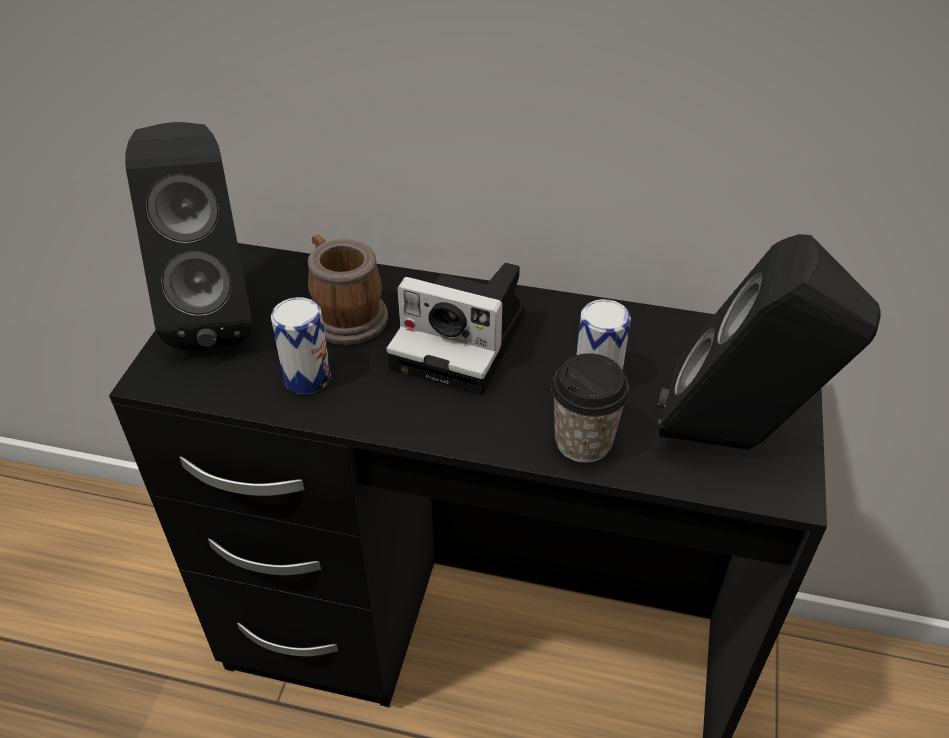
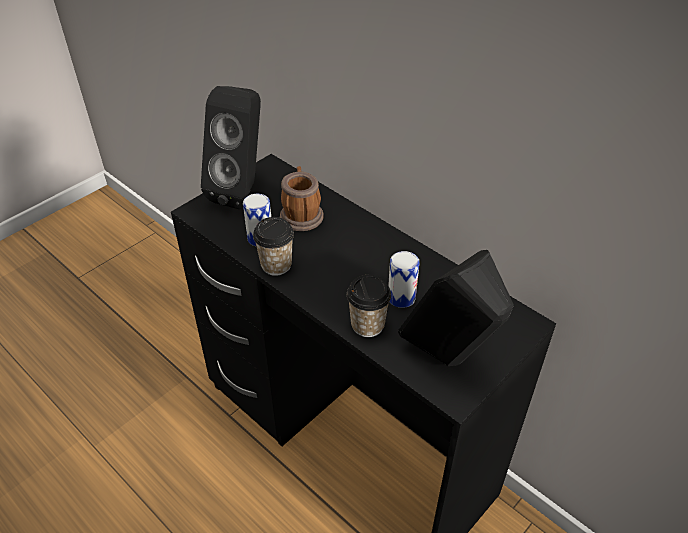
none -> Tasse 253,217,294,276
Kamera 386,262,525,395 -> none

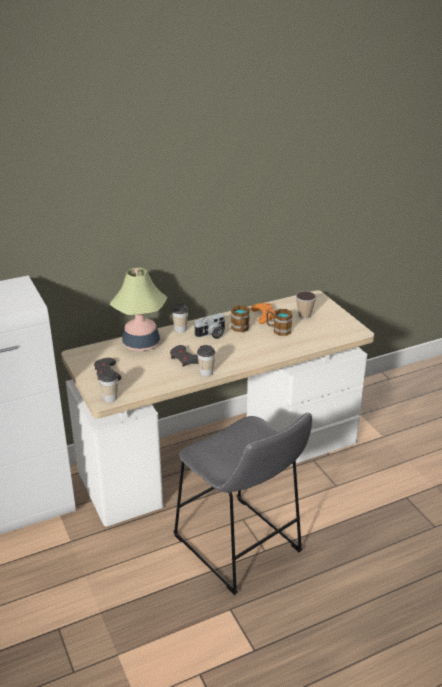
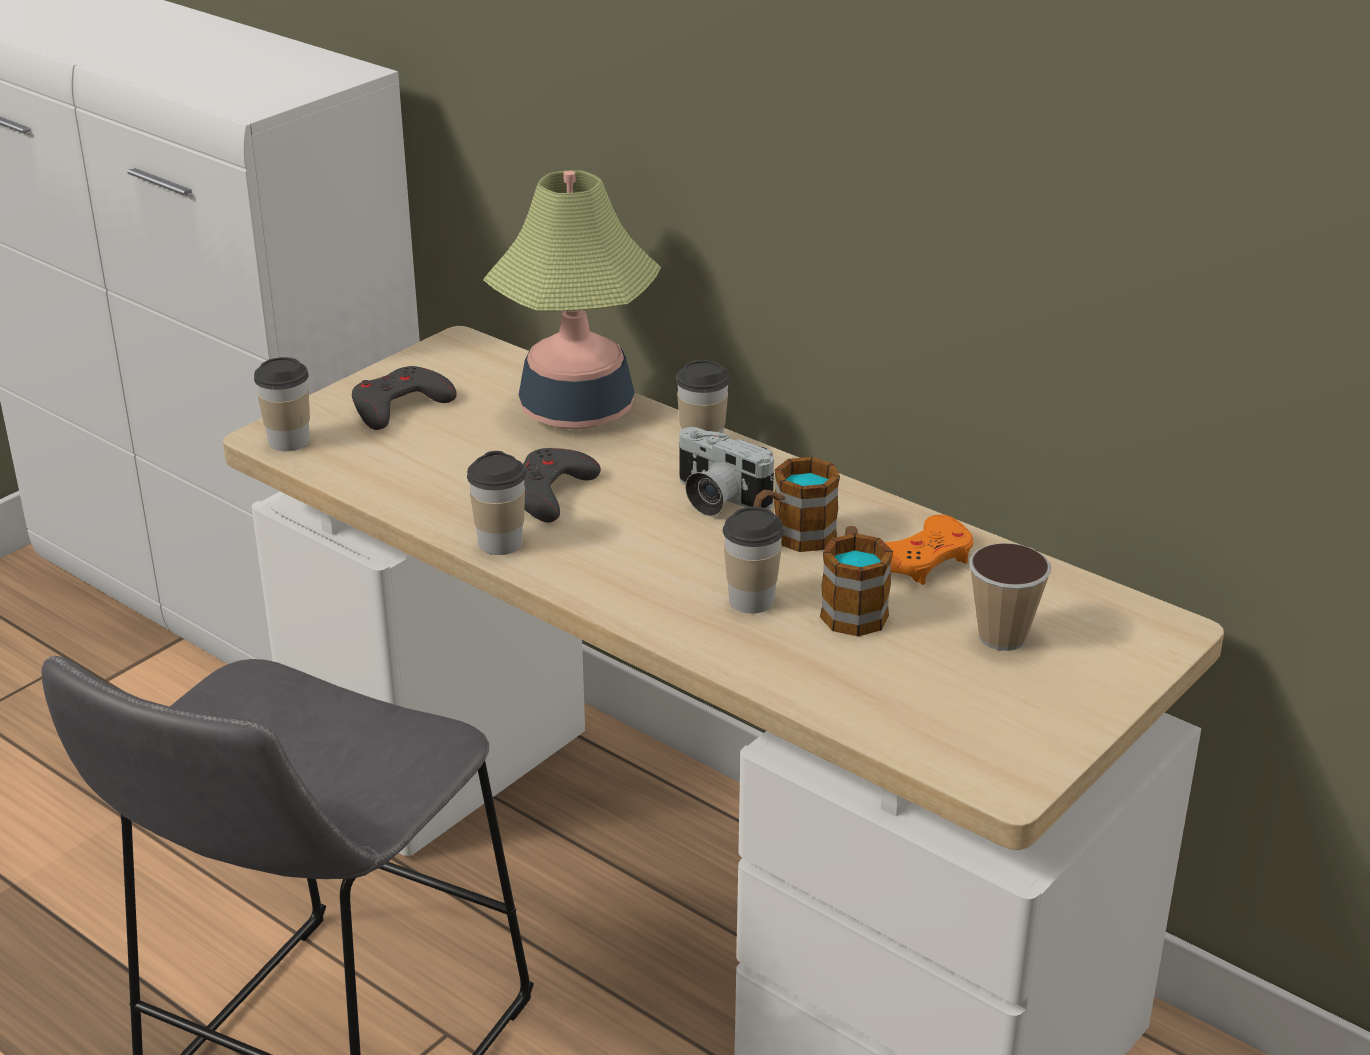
none -> Tasse 723,506,784,614

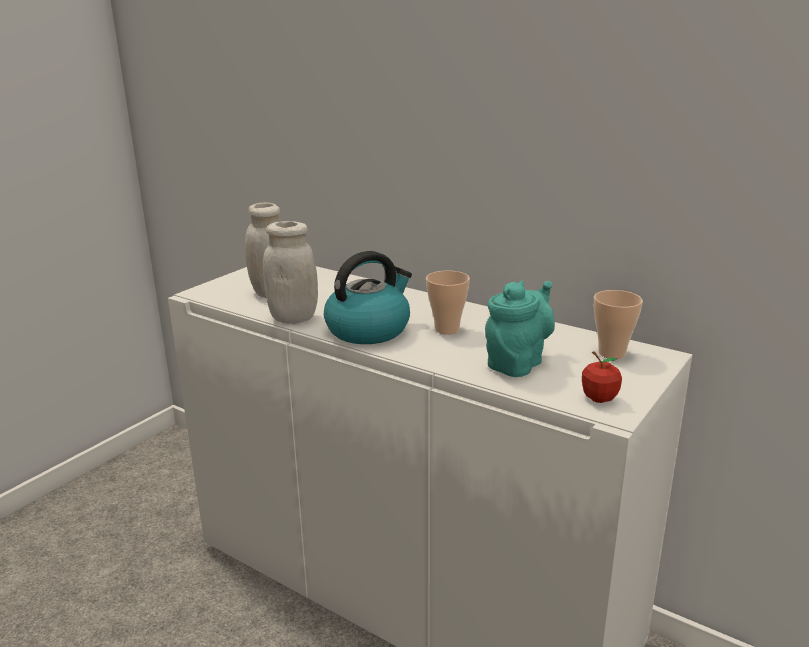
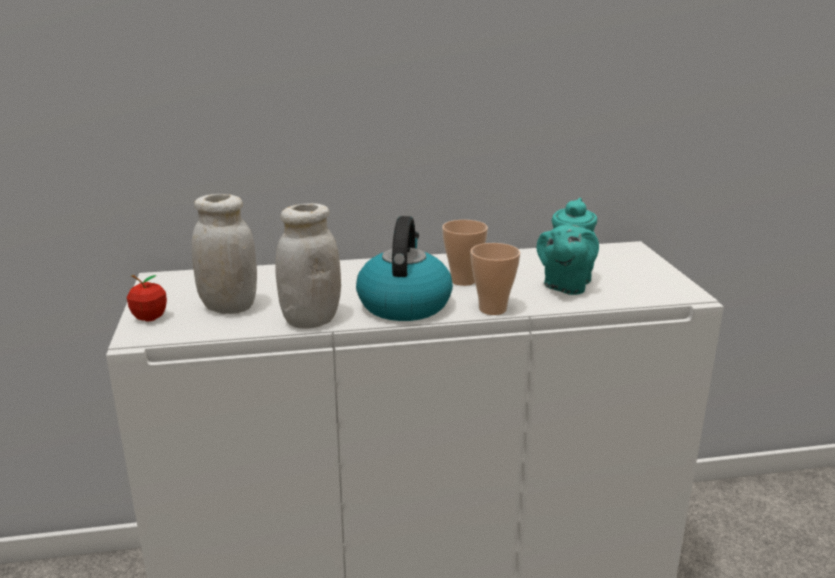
Apfel 582,352,622,403 -> Apfel 127,275,167,321, shifted
Tasse 594,290,643,359 -> Tasse 470,243,520,315, shifted
Teekanne (türkis) 485,280,555,377 -> Teekanne (türkis) 537,198,599,295, 150 degrees counterclockwise

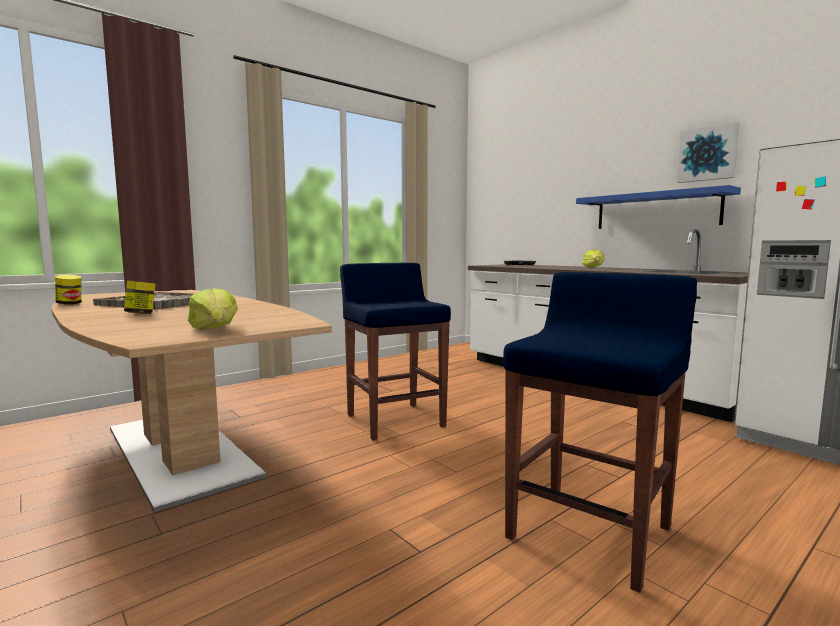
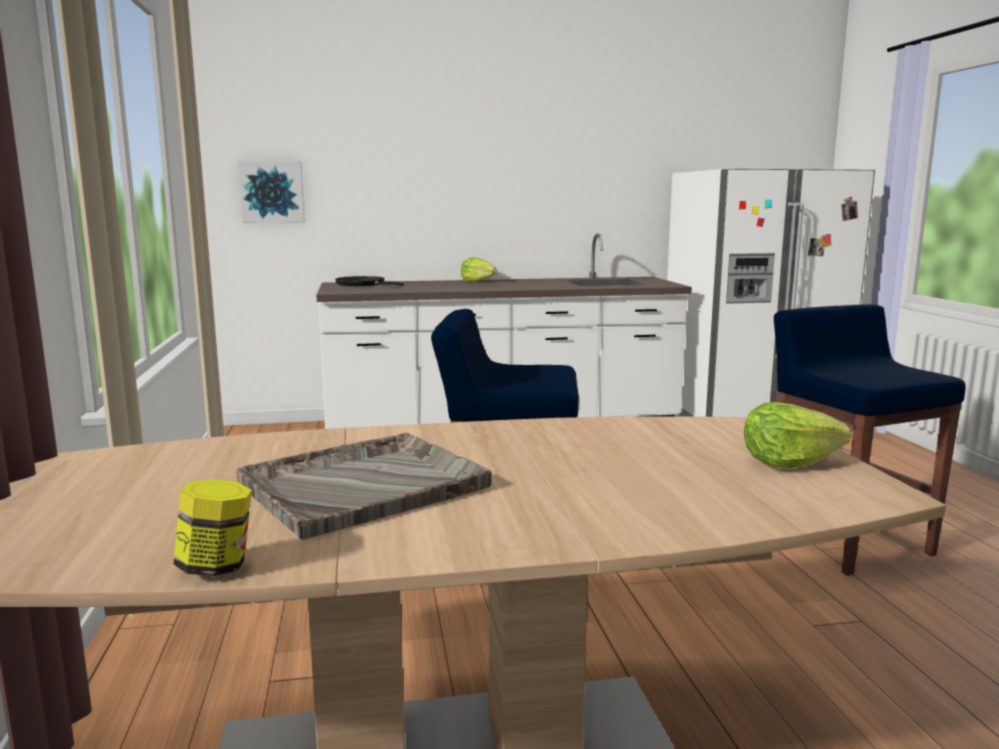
Bild 677,122,739,183 -> Bild 238,161,305,223, shifted
Vorratsglas 124,281,155,314 -> none
Wandregal (blau) 576,185,741,229 -> none

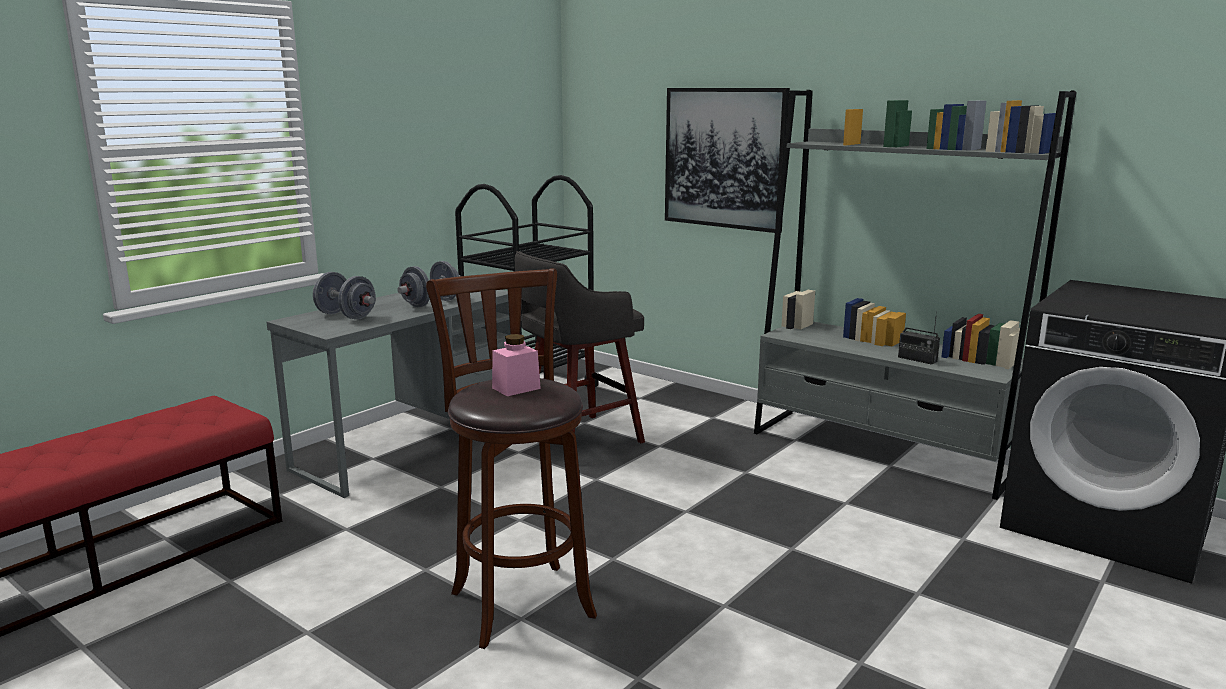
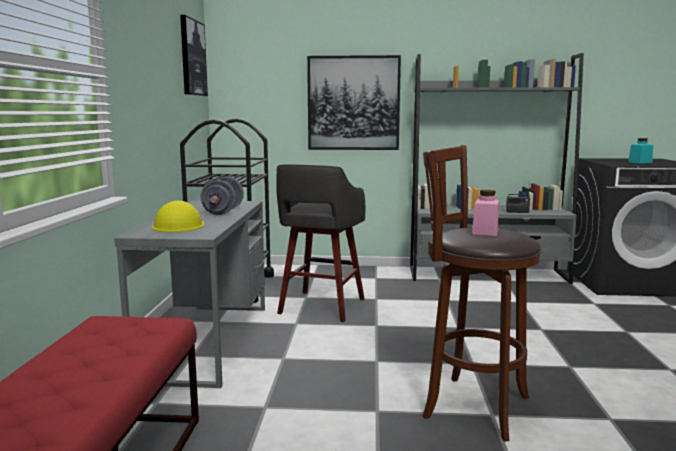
Hantel (grau) 313,272,376,319 -> Schutzhelm (gelb) 152,200,204,232
none -> Bild 180,15,208,96
none -> Vorratsglas (türkis) 628,138,653,163

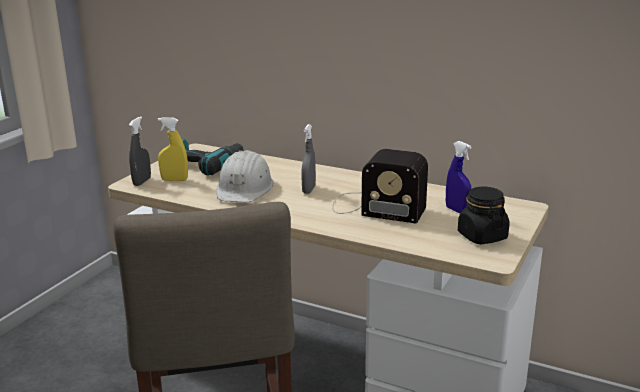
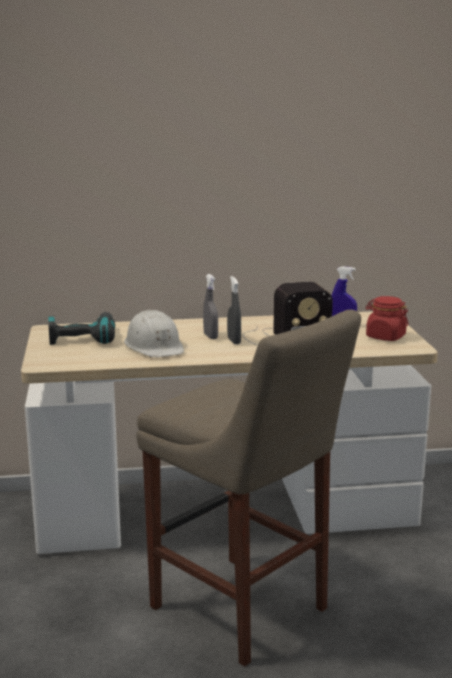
Sprühflasche (grau) 129,116,151,186 -> Sprühflasche (grau) 227,276,241,344, shifted
Vorratsglas (schwarz) 458,187,510,244 -> Vorratsglas (rot) 365,296,408,341
Sprühflasche (gelb) 158,117,188,181 -> none

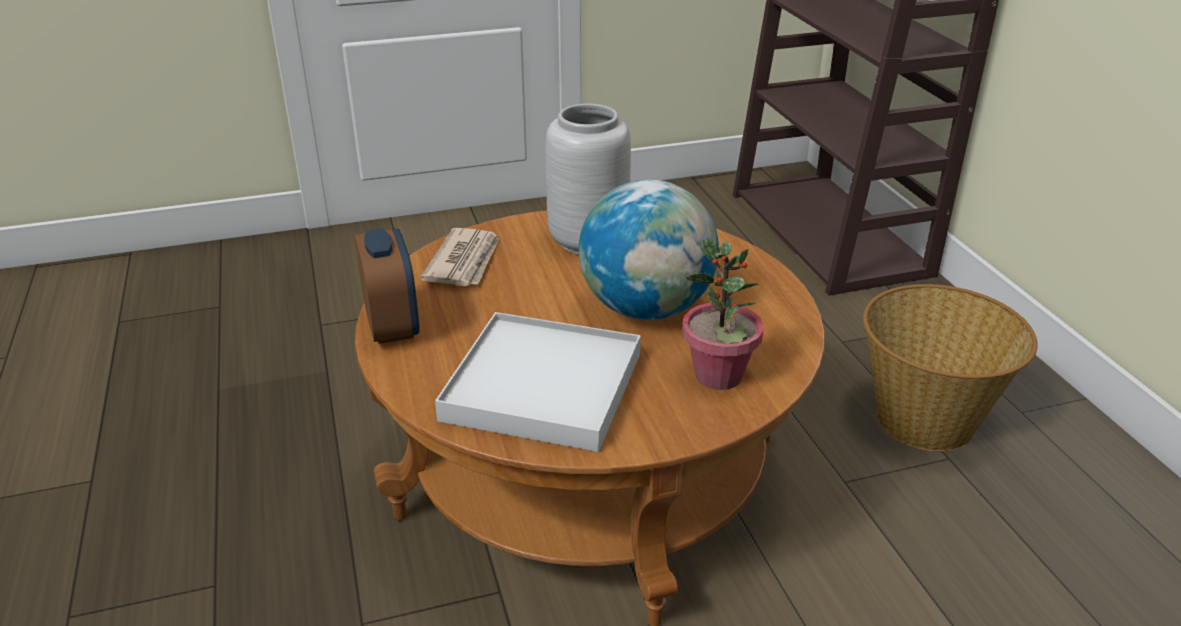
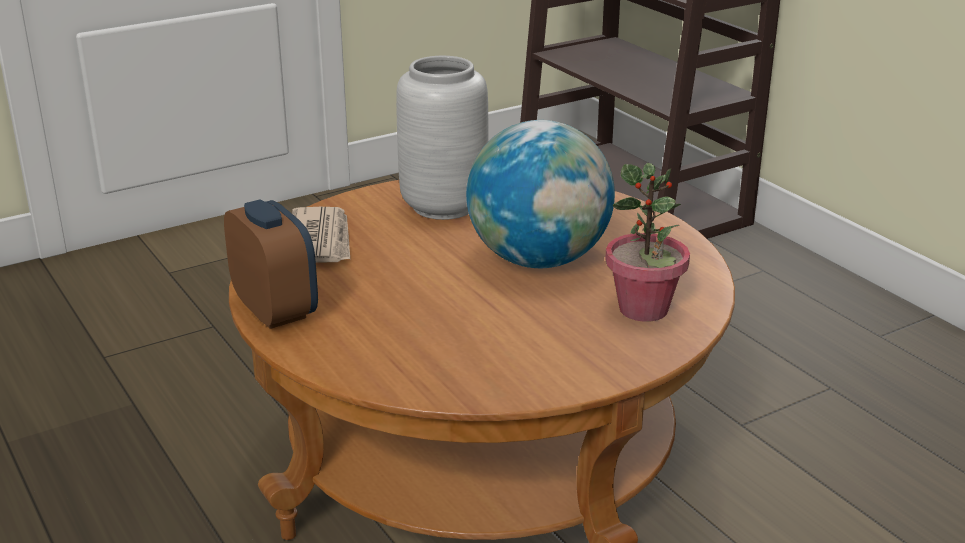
Tablett (weiß) 435,312,641,452 -> none
Korb 863,284,1038,452 -> none

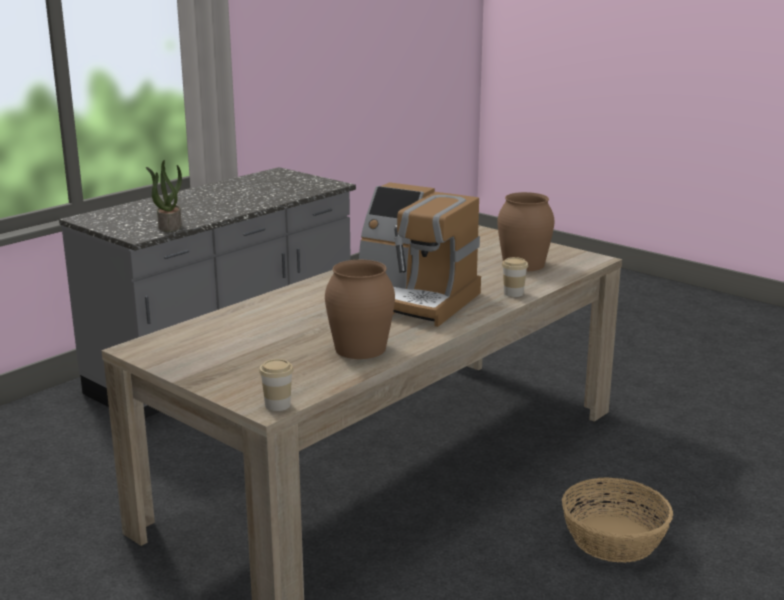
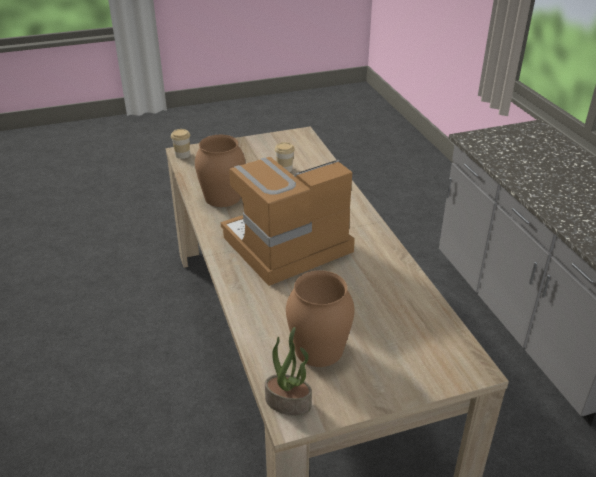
Topfpflanze 146,160,182,232 -> Topfpflanze 265,327,312,416, shifted
Tasse 502,257,528,297 -> Tasse 275,142,295,172, shifted
Korb 562,477,673,563 -> none

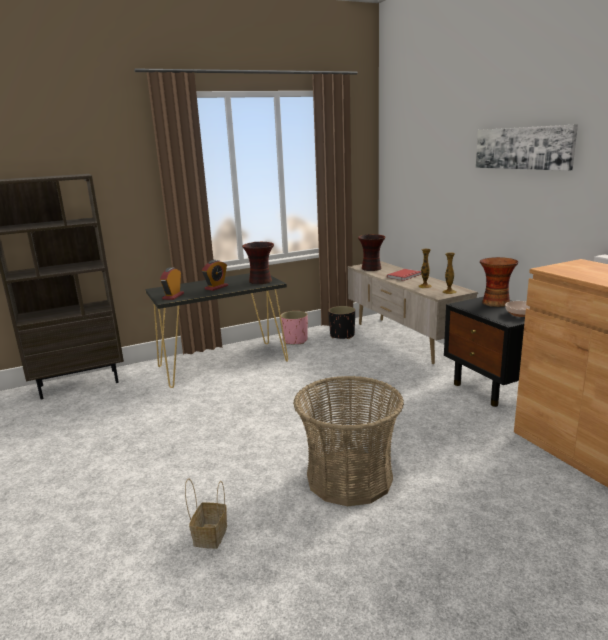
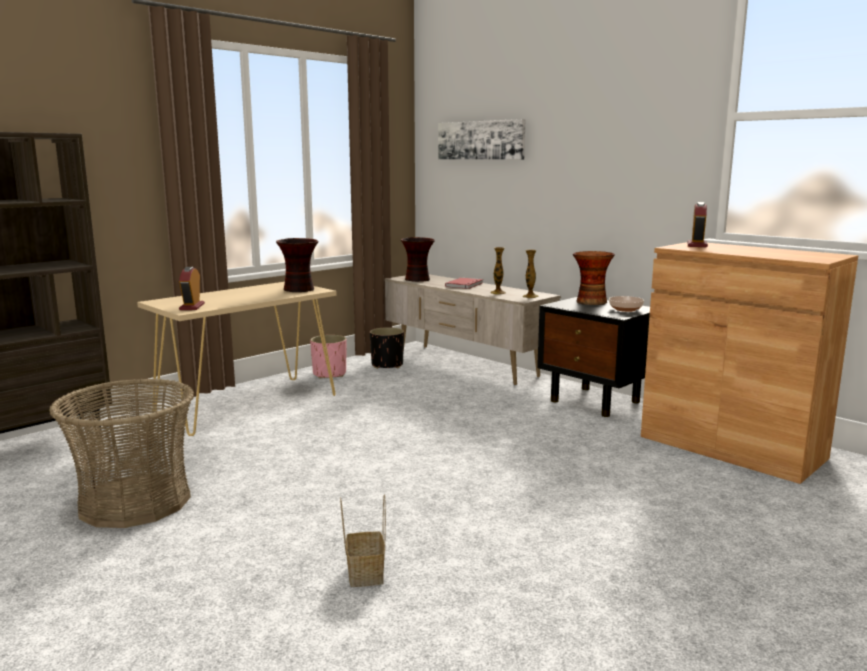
Korb 293,376,404,506 -> Korb 49,378,194,528, shifted
Konsolentisch (schwarz) 145,273,288,388 -> Konsolentisch (beige) 137,282,337,436
Bild 476,124,578,171 -> Bild 438,119,525,160, shifted
Wecker 202,260,228,291 -> Wecker 687,202,708,247, shifted

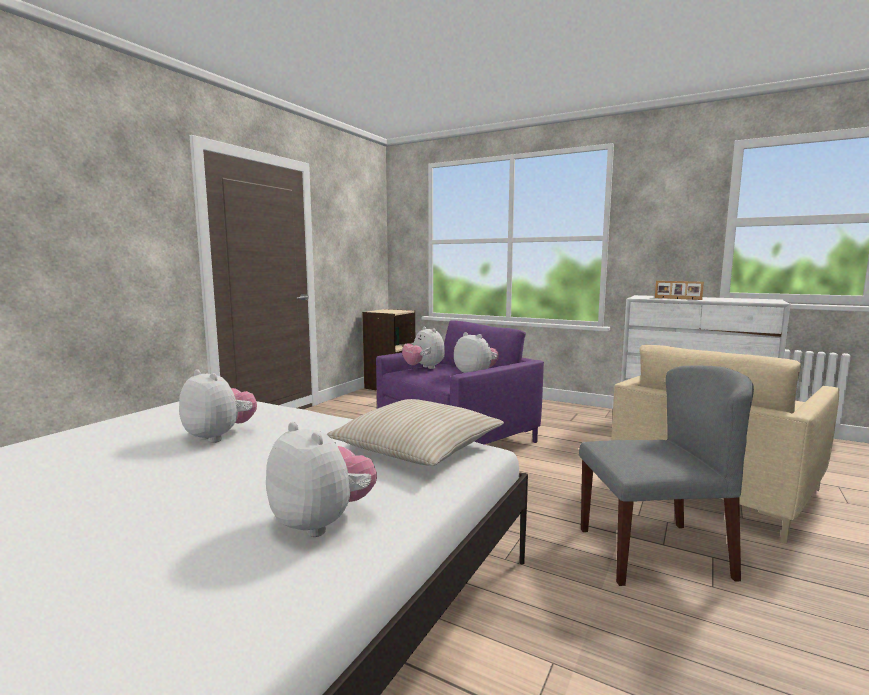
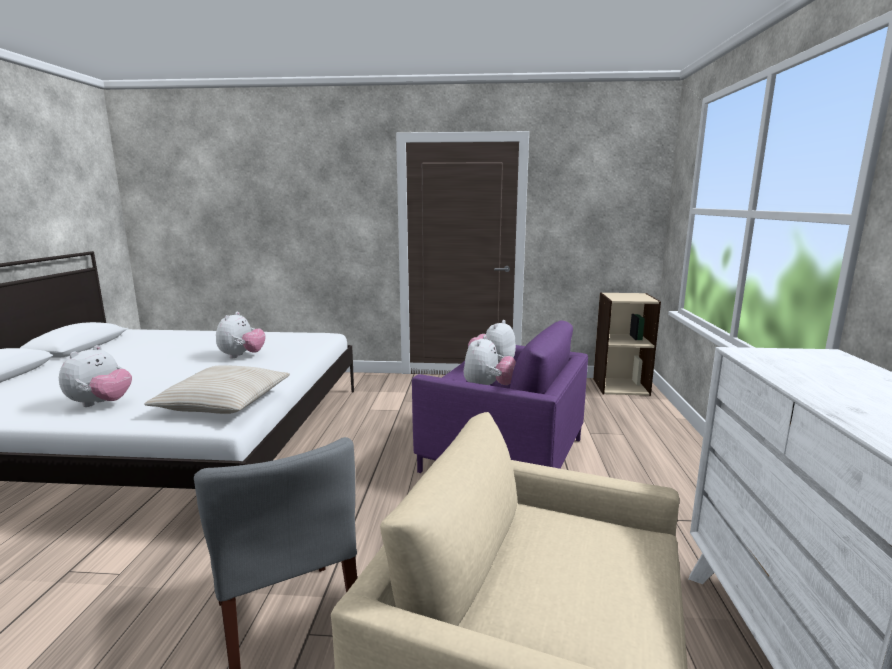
Bilderrahmen 655,281,704,300 -> none

